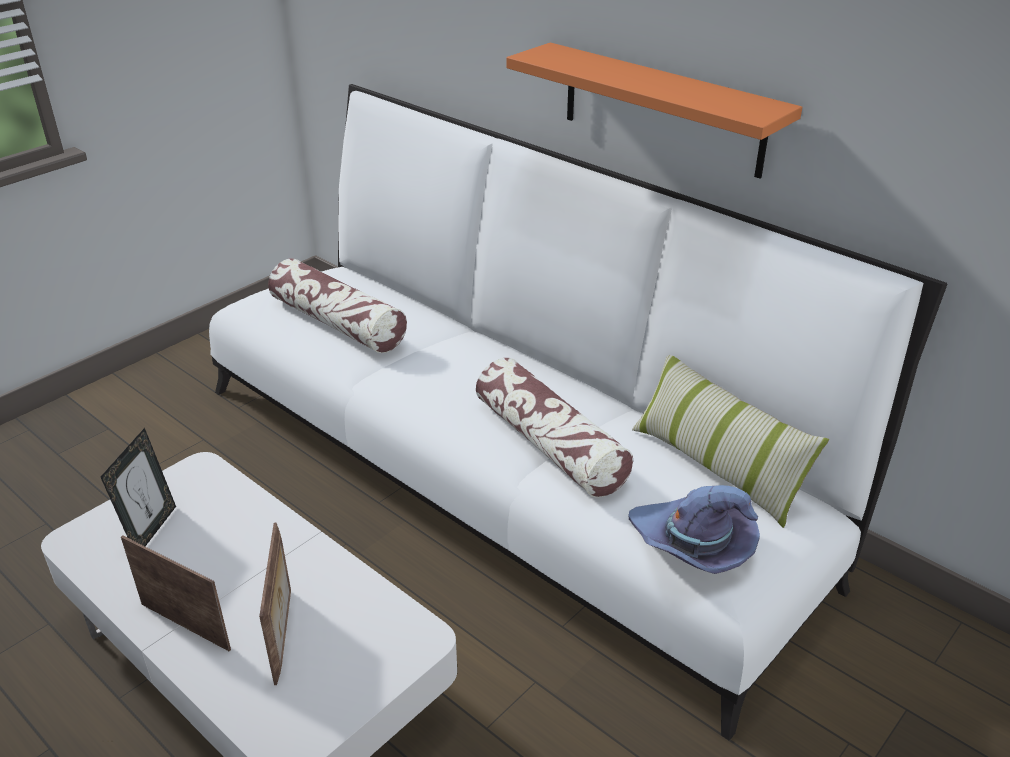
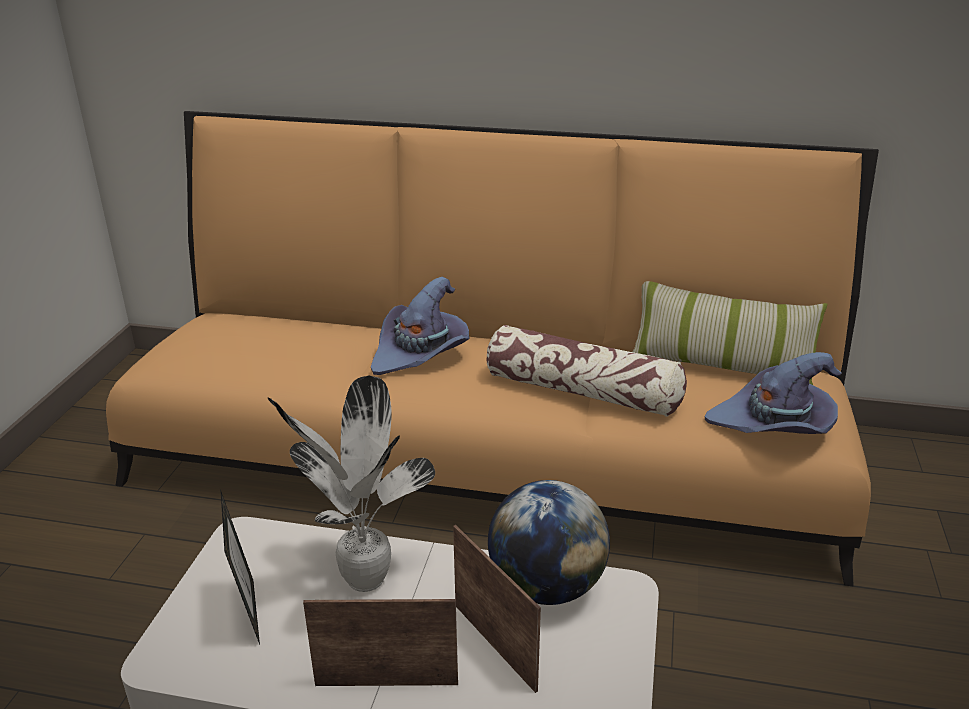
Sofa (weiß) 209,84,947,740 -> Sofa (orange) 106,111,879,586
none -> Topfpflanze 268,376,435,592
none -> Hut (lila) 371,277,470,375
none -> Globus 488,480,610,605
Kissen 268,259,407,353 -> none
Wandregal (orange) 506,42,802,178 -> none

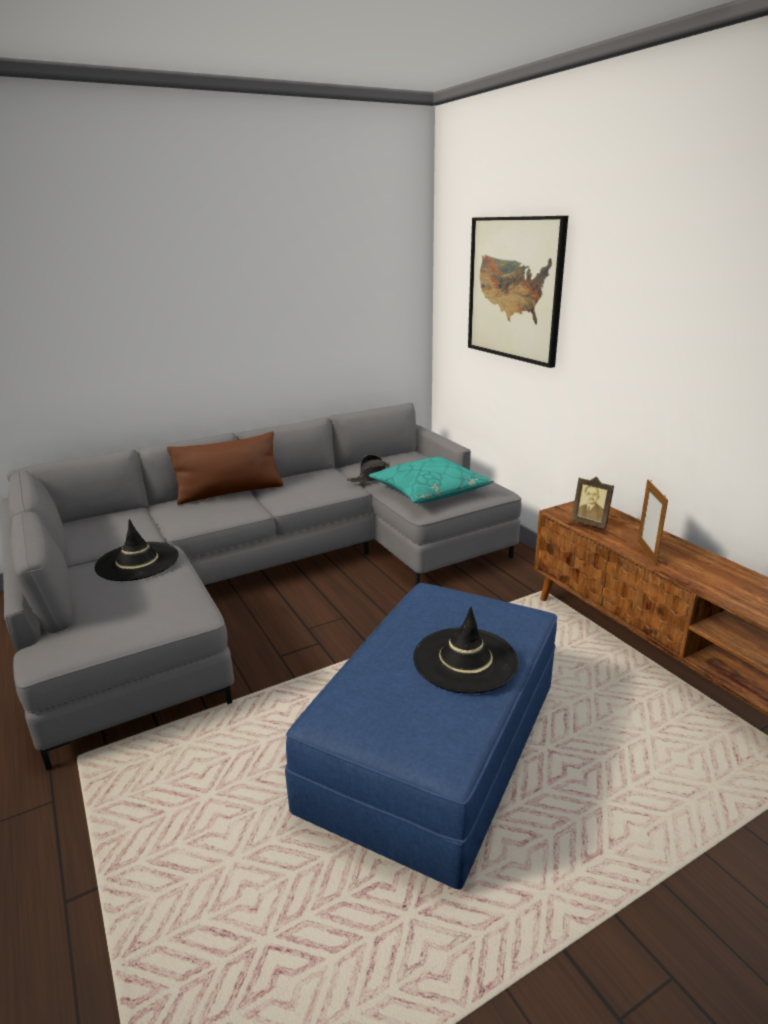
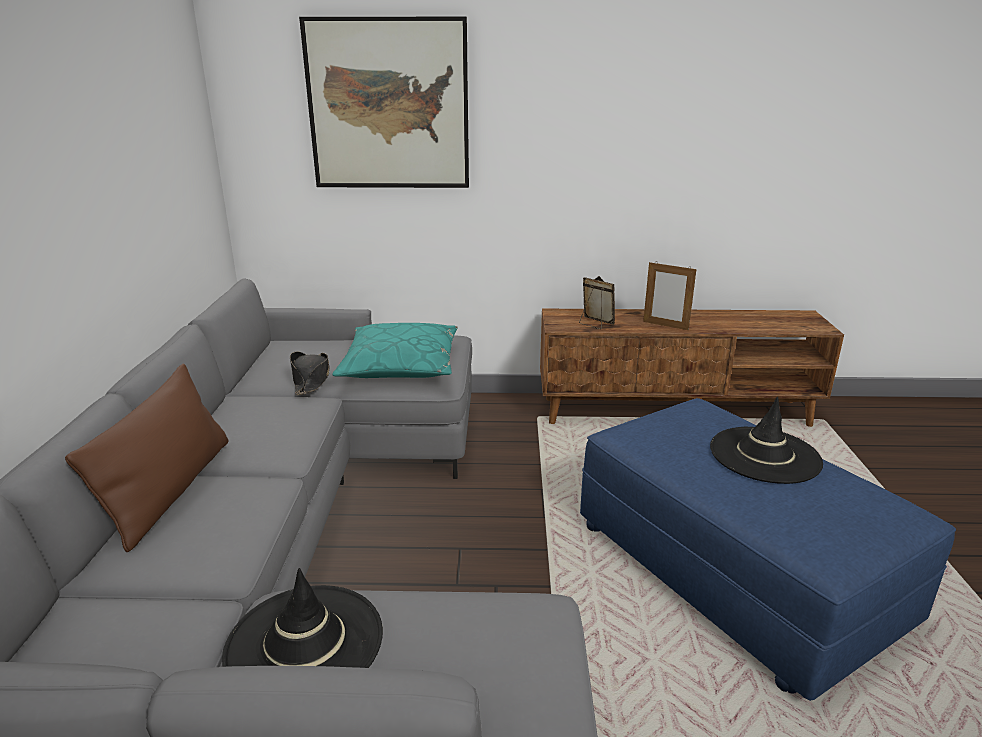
Bilderrahmen 571,477,614,529 -> Bilderrahmen 579,276,615,329, 120 degrees counterclockwise

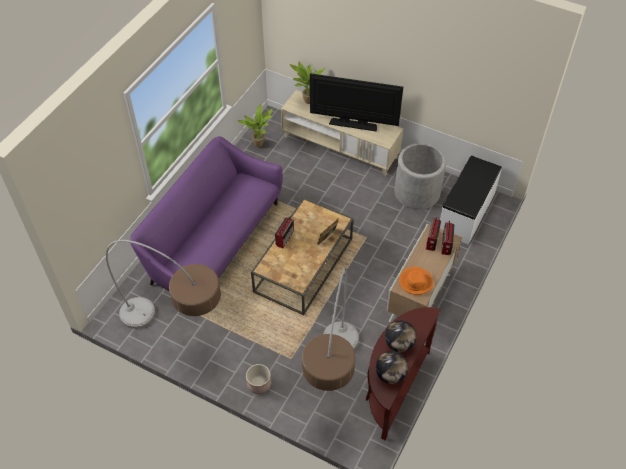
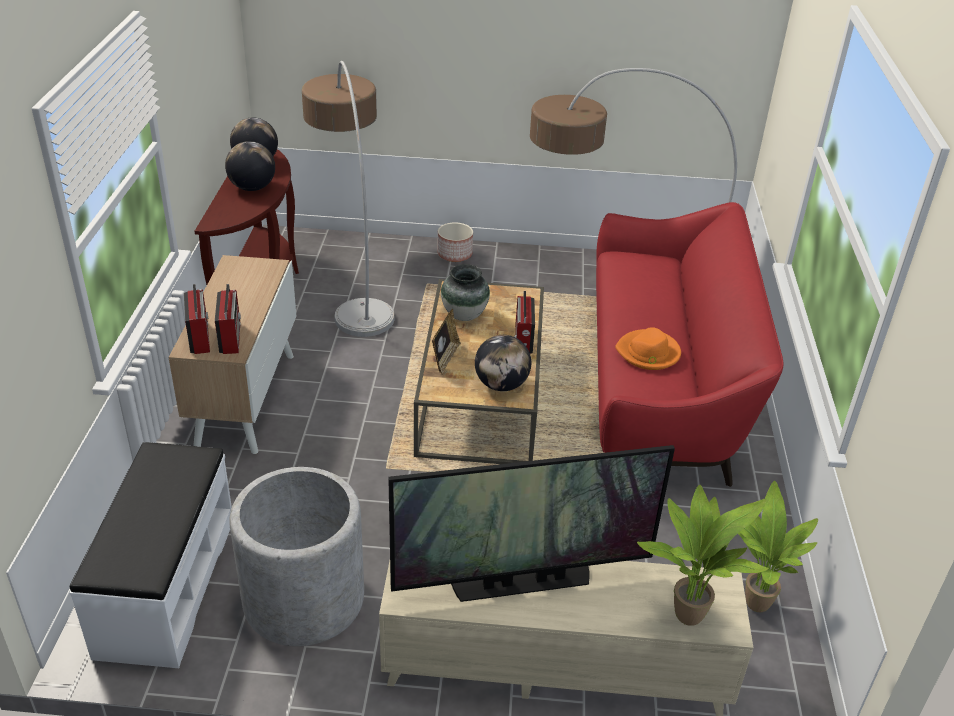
none -> Vase 441,264,490,321
none -> Globus 475,335,531,391
Sofa (lila) 130,136,283,291 -> Sofa (rot) 596,202,783,487
Hut (orange) 399,267,433,295 -> Hut (orange) 615,327,681,370, shifted

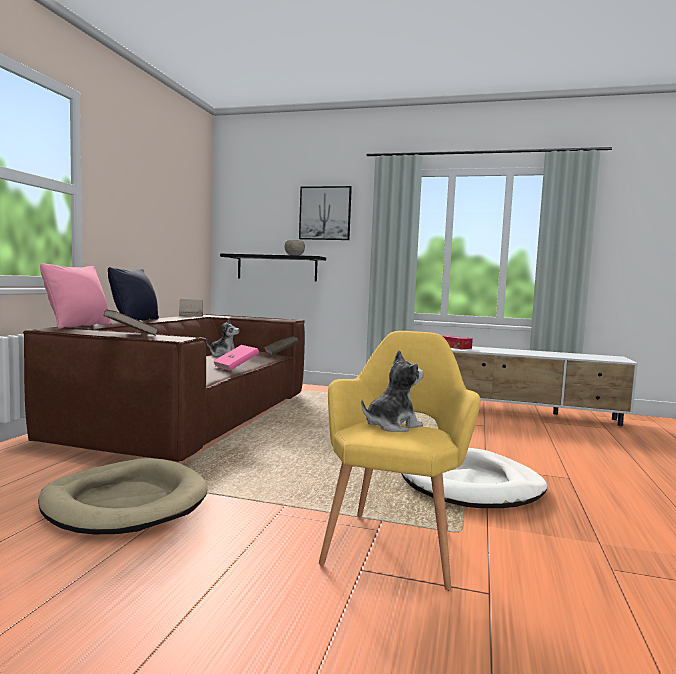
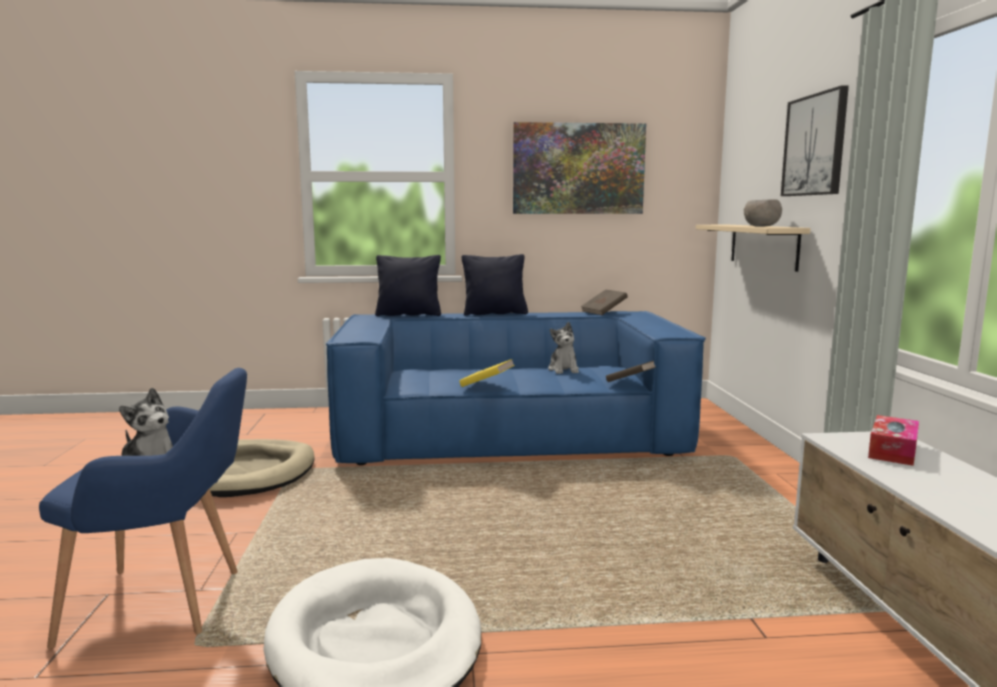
Sessel (gelb) 319,331,481,591 -> Sessel (blau) 39,368,247,649
Sofa (braun) 23,314,305,462 -> Sofa (blau) 326,311,706,465
Kissen (rosa) 40,263,111,329 -> Kissen (schwarz) 375,255,441,316
Buch (rosa) 213,345,259,370 -> Buch (gelb) 459,359,515,387
none -> Bild 513,122,646,214
Wandregal (schwarz) 220,253,326,281 -> Wandregal (beige) 696,225,811,272
Buch (braun) 103,309,158,335 -> none

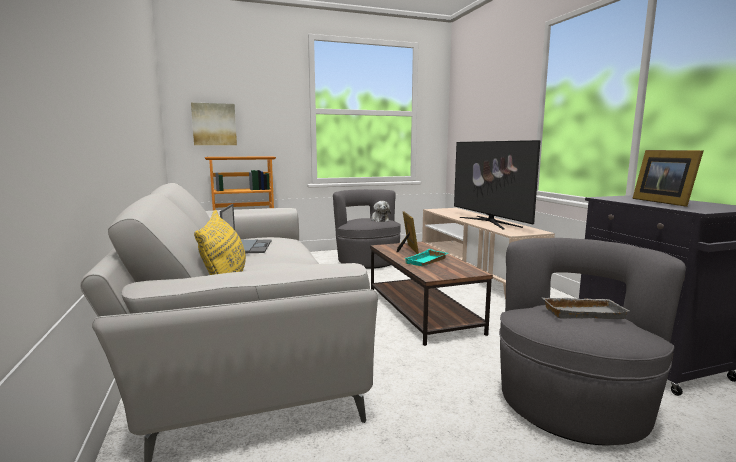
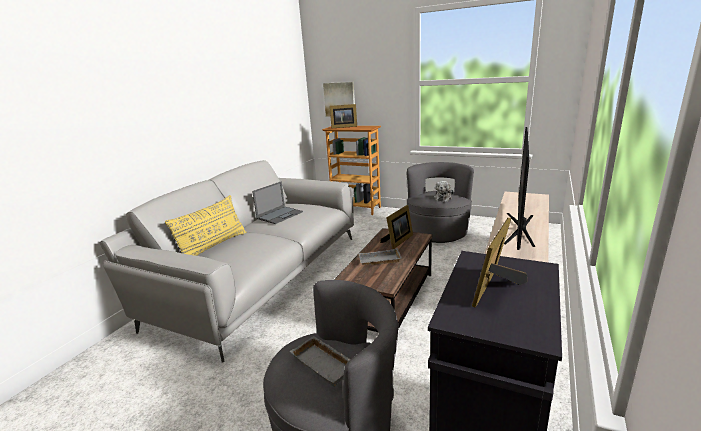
none -> Bilderrahmen 330,104,357,129
Tablett (türkis) 405,249,448,266 -> Tablett (grau) 358,248,401,265

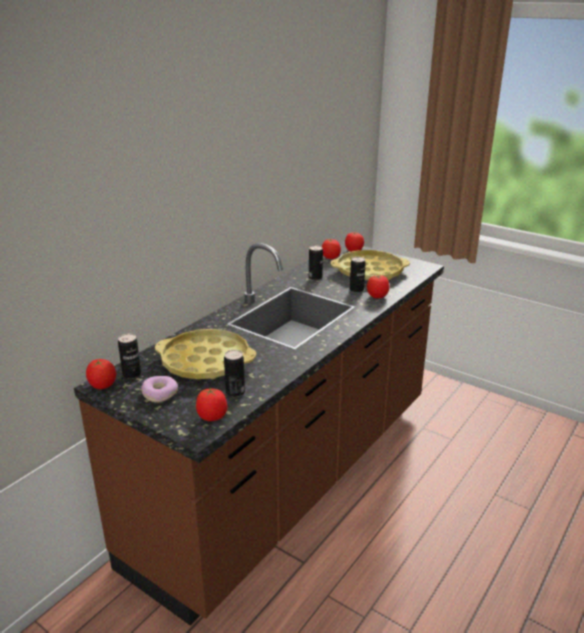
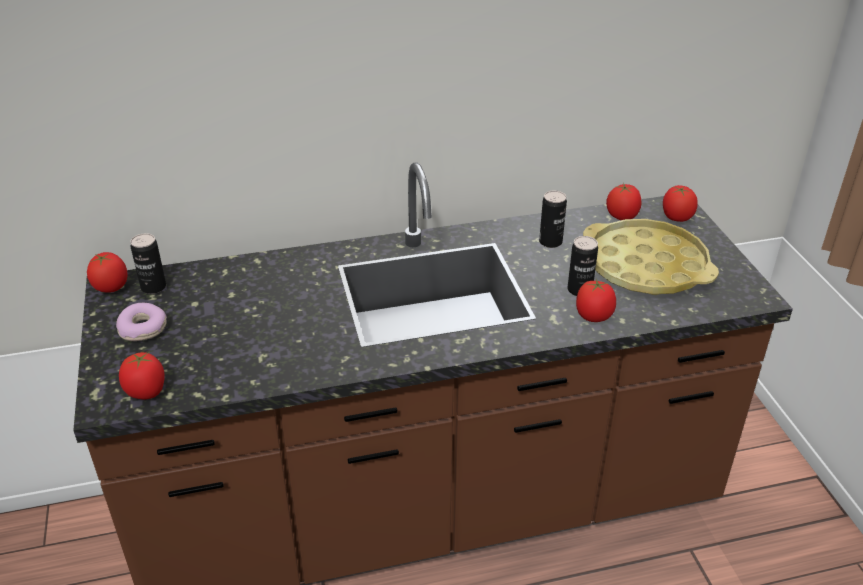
Tablett (gelb) 155,329,256,379 -> none
Dose 224,350,245,397 -> none

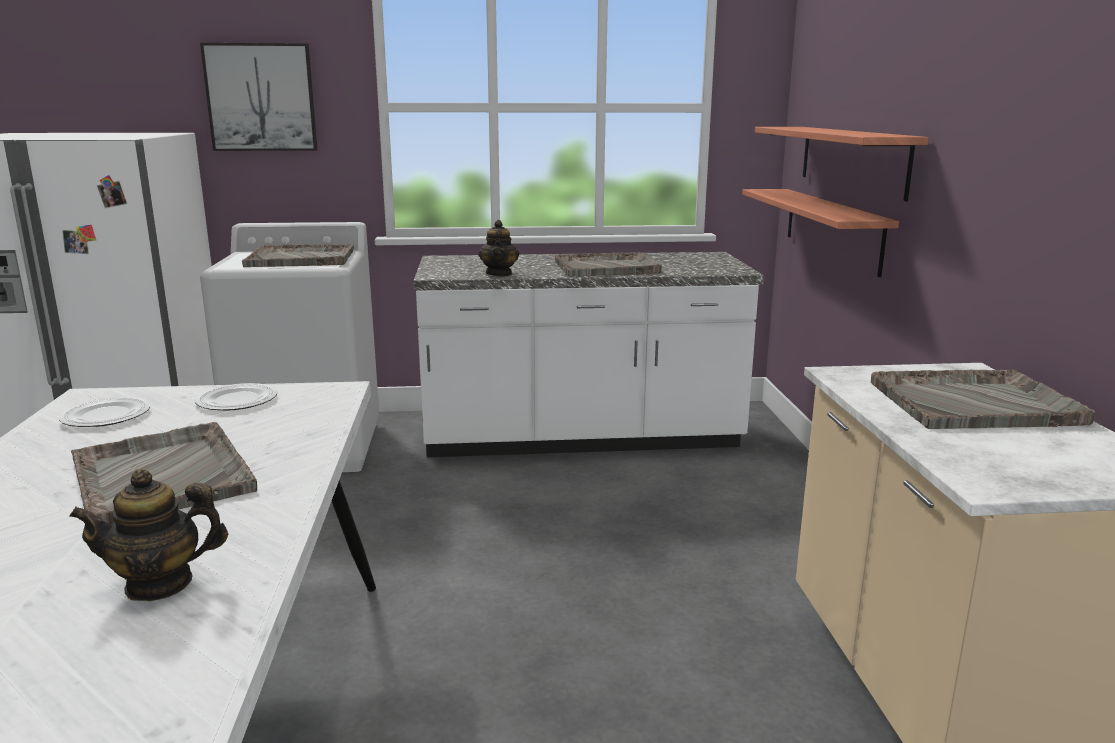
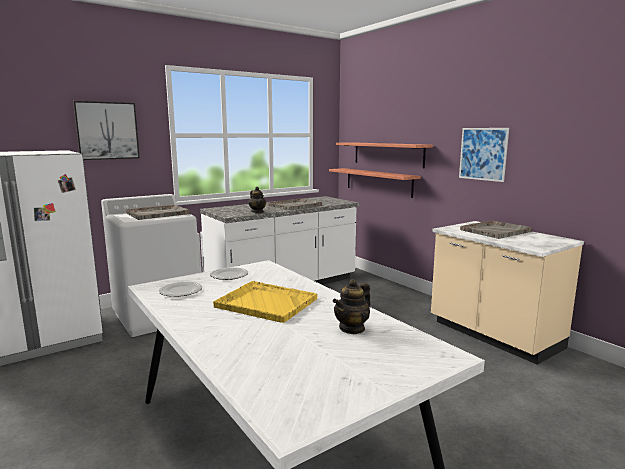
Tablett (grau) 71,422,257,524 -> Tablett (gelb) 213,281,317,323
none -> Bild 459,128,509,182

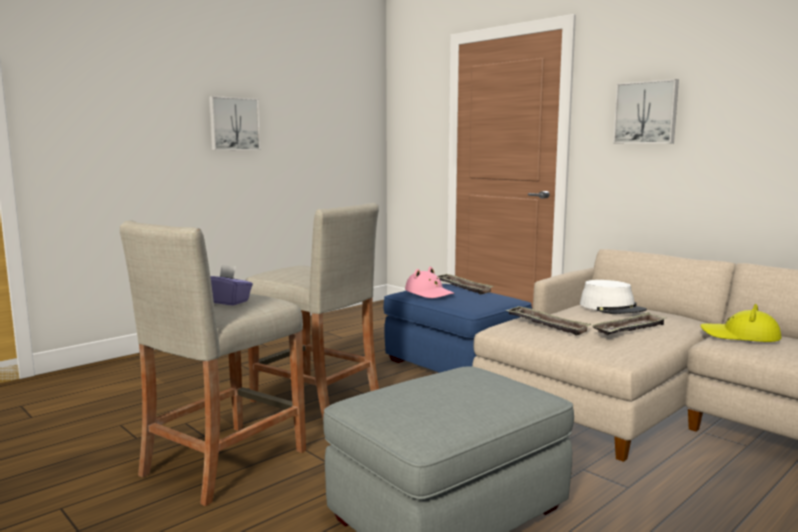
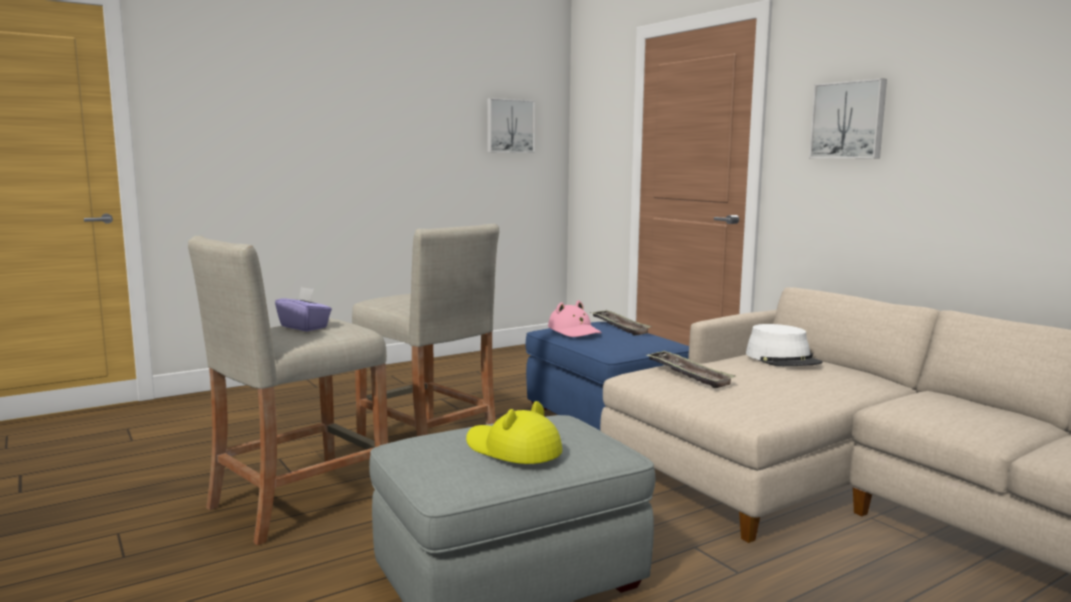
Hut (gelb) 701,304,781,342 -> Hut (gelb) 466,401,562,464, shifted
Bild 209,96,261,150 -> Bild 487,98,535,153, shifted
Tablett 591,312,666,335 -> none

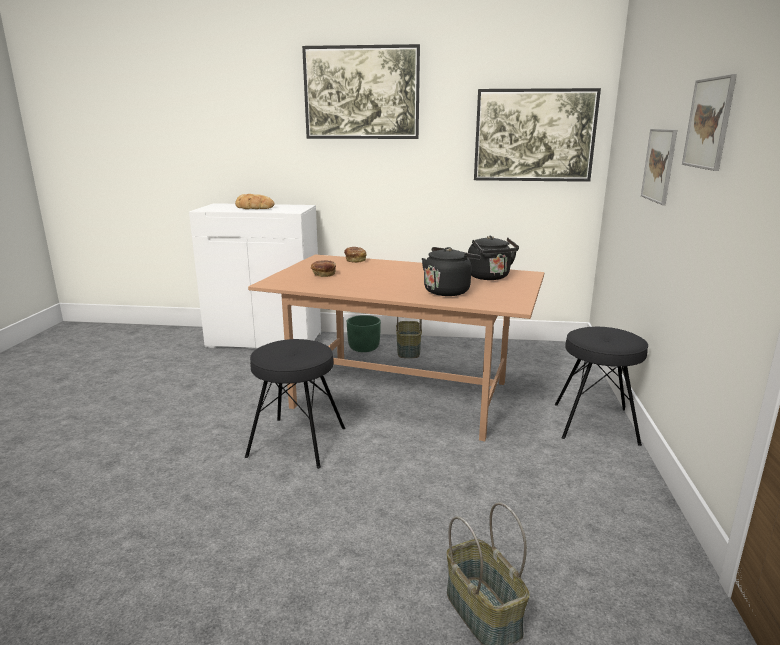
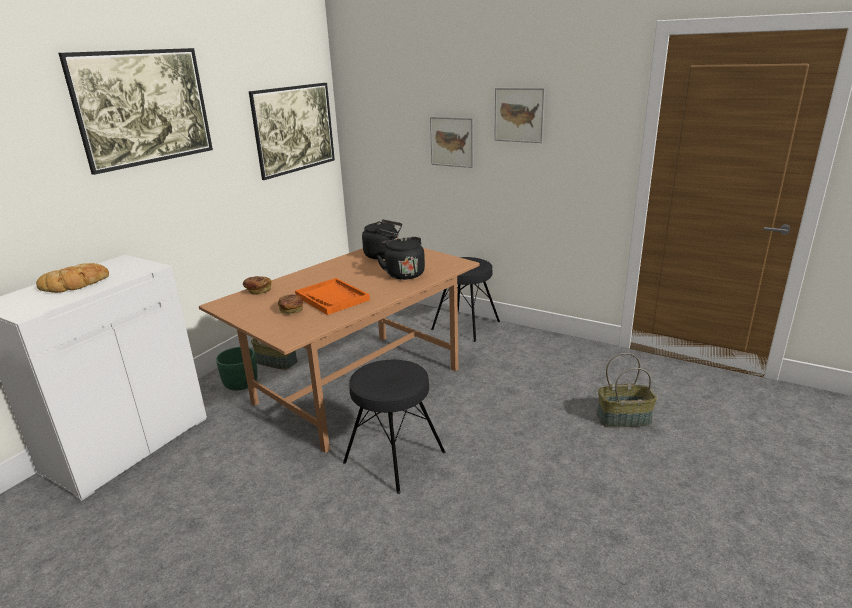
none -> Tablett (orange) 295,278,370,315

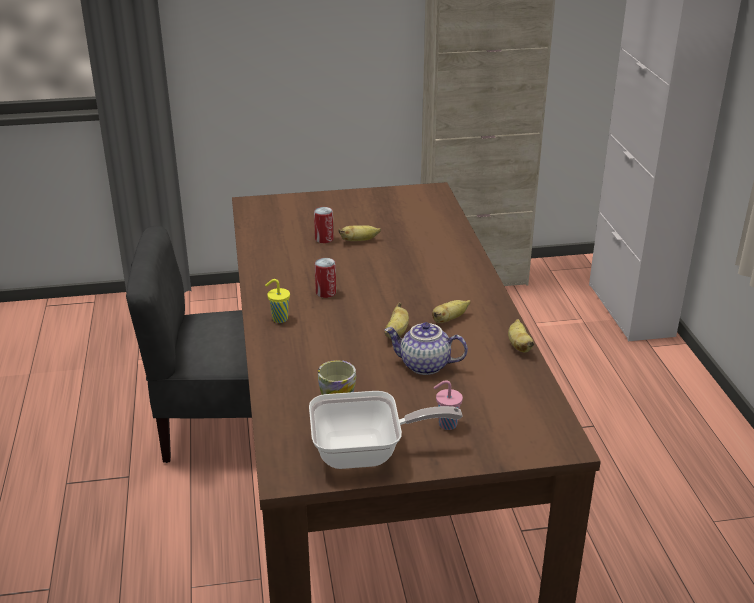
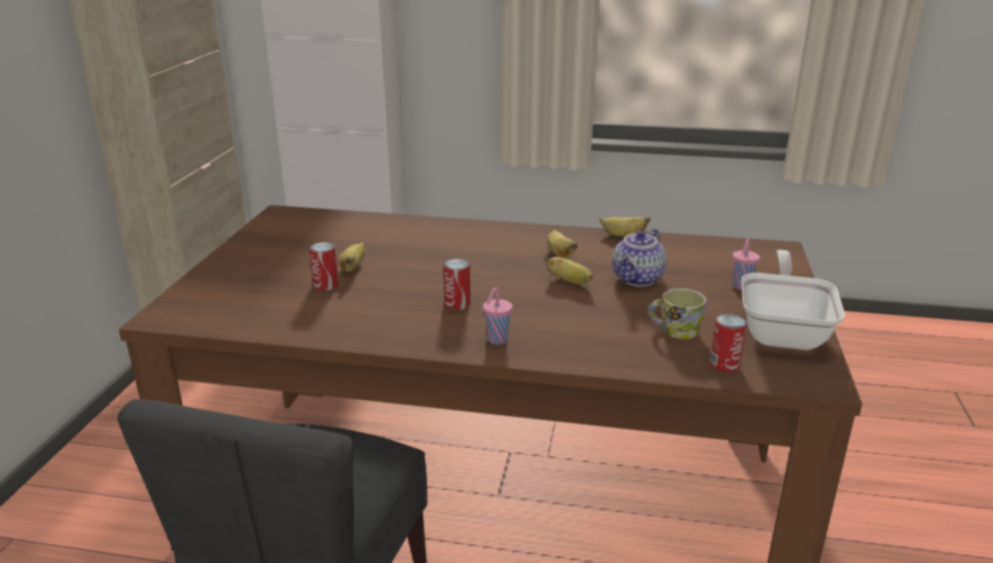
Tasse (gelb) 265,279,290,323 -> Tasse (rosa) 483,287,513,345
none -> Dose 710,314,747,373

